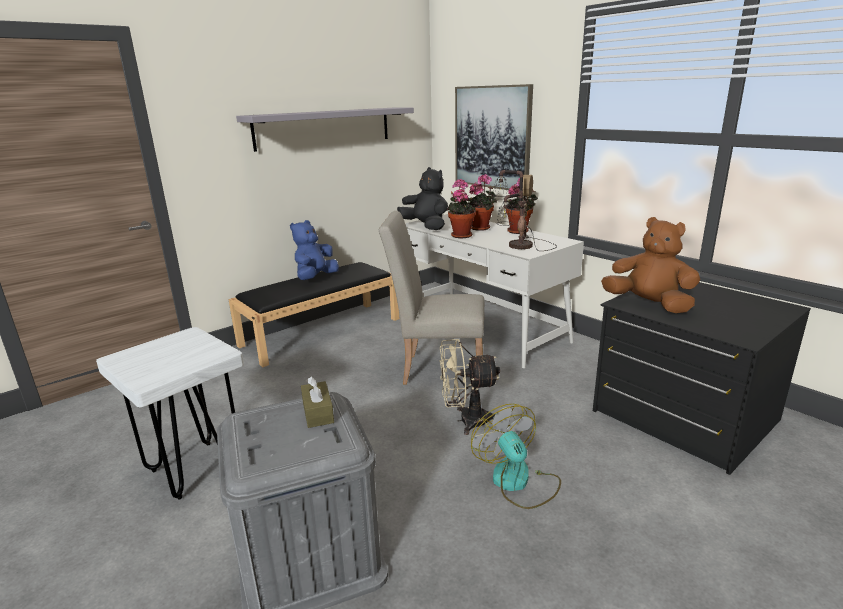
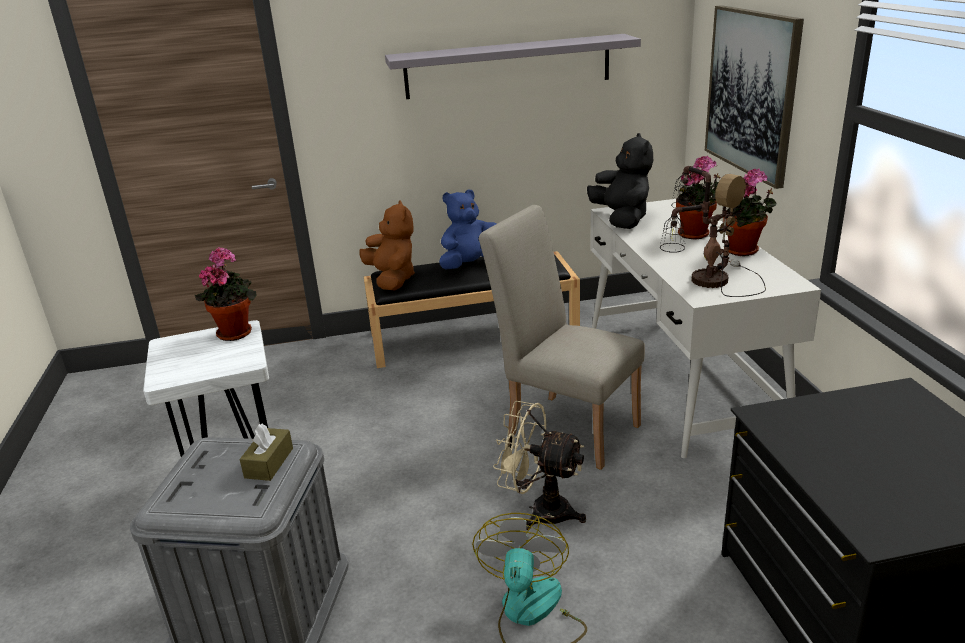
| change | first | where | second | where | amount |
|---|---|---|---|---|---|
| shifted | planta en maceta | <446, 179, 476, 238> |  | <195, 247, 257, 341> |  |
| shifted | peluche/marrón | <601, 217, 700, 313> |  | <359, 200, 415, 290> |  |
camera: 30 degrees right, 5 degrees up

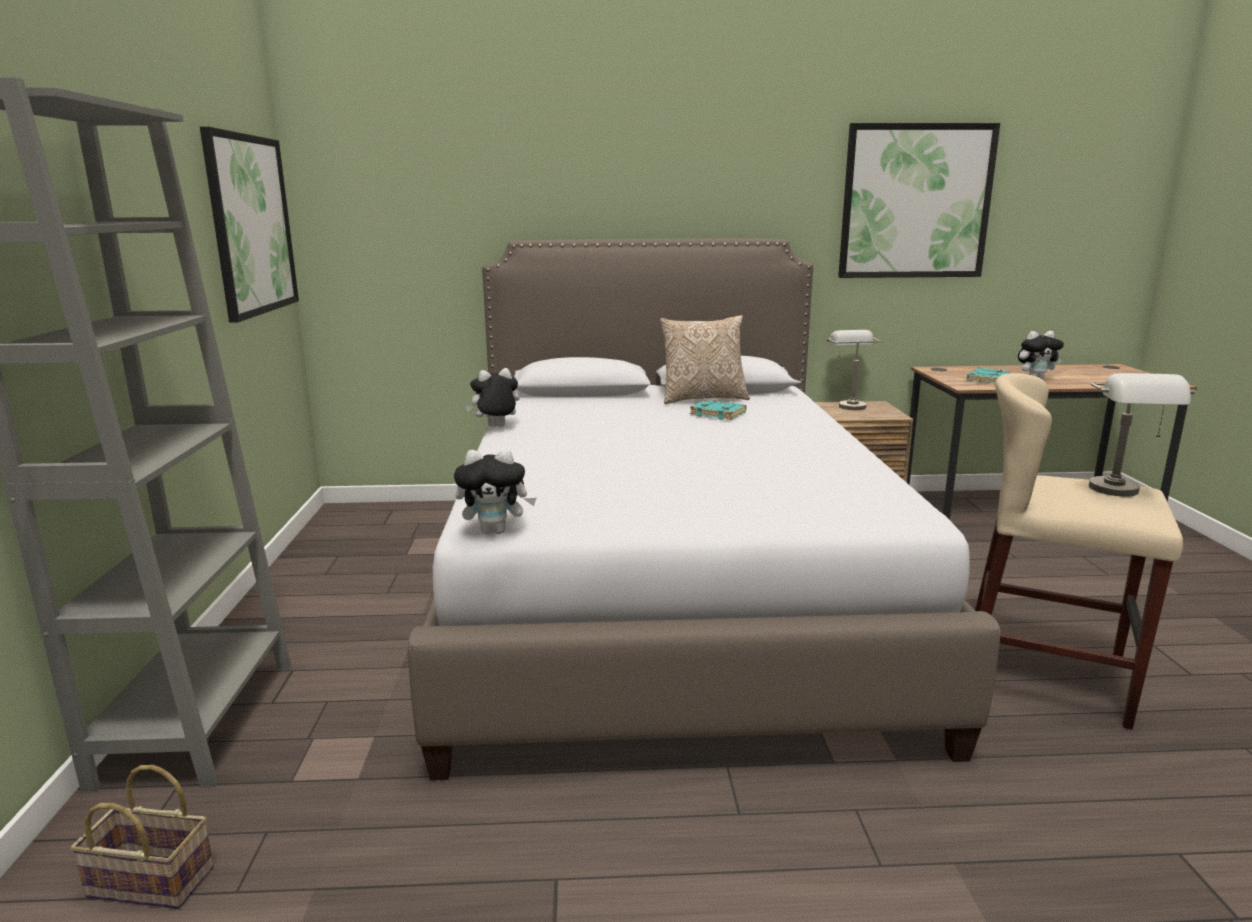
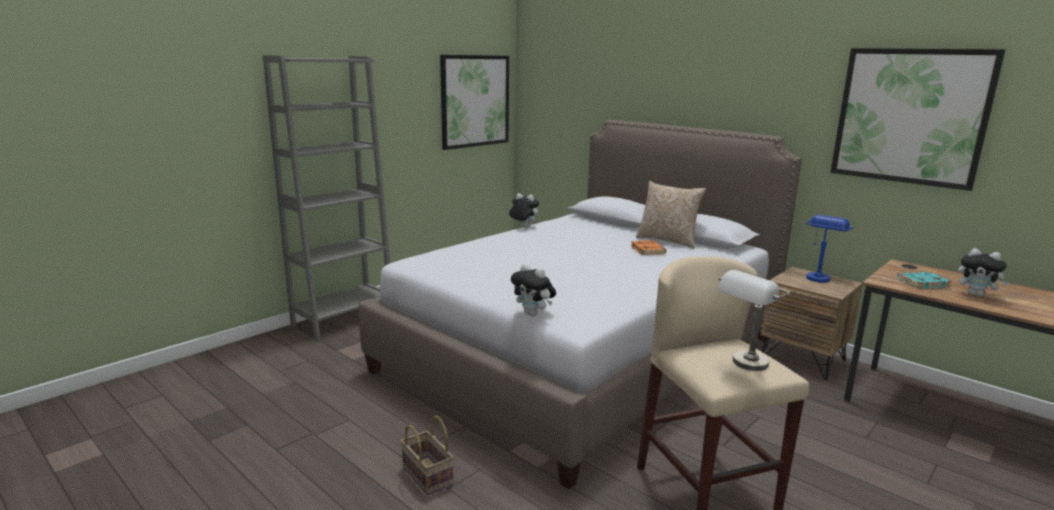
| change | first | where | second | where | amount |
|---|---|---|---|---|---|
| shifted | cesta | <70, 765, 214, 909> |  | <401, 416, 454, 495> |  |
| shifted | peluche | <454, 449, 536, 534> |  | <511, 264, 556, 316> |  |
| repainted | libro/turquesa | <690, 400, 746, 420> | libro/naranja | <631, 240, 666, 255> |  |
| repainted | lámpara de mesa/gris | <827, 330, 881, 410> | lámpara de mesa/azul | <806, 215, 853, 283> |  |
camera: 45 degrees right, 0 degrees up

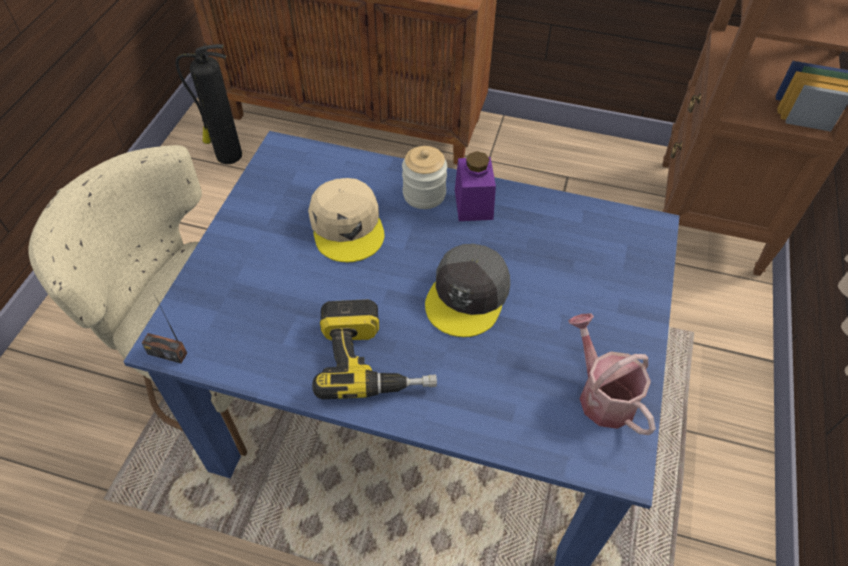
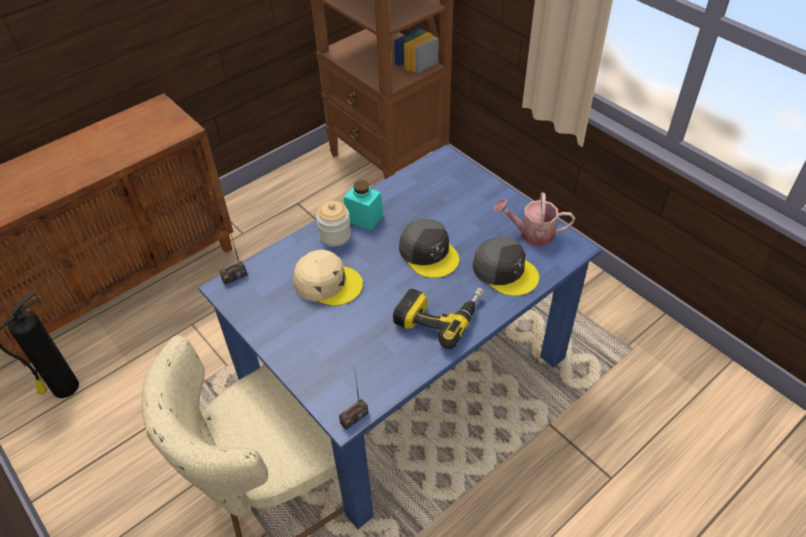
| change | first | where | second | where | amount |
|---|---|---|---|---|---|
| repainted | tarro/morado | <455, 151, 496, 221> | tarro/turquesa | <344, 180, 383, 231> |  |
| new |  |  | radio | <219, 225, 247, 285> |  |
| new |  |  | gorra/gris | <473, 237, 539, 296> |  |
camera: 55 degrees left, 5 degrees down

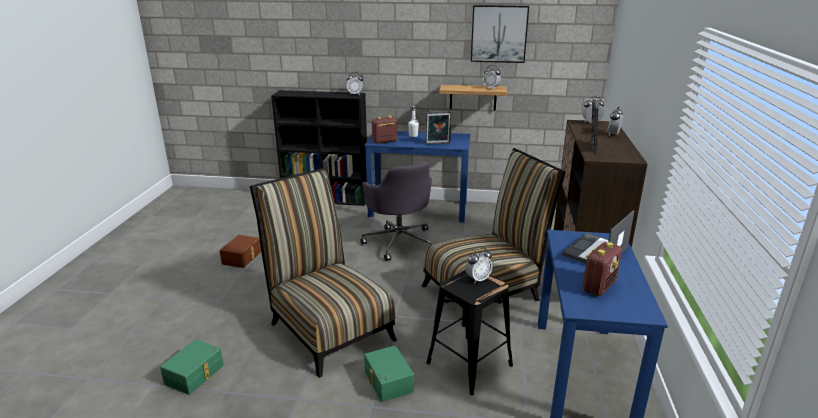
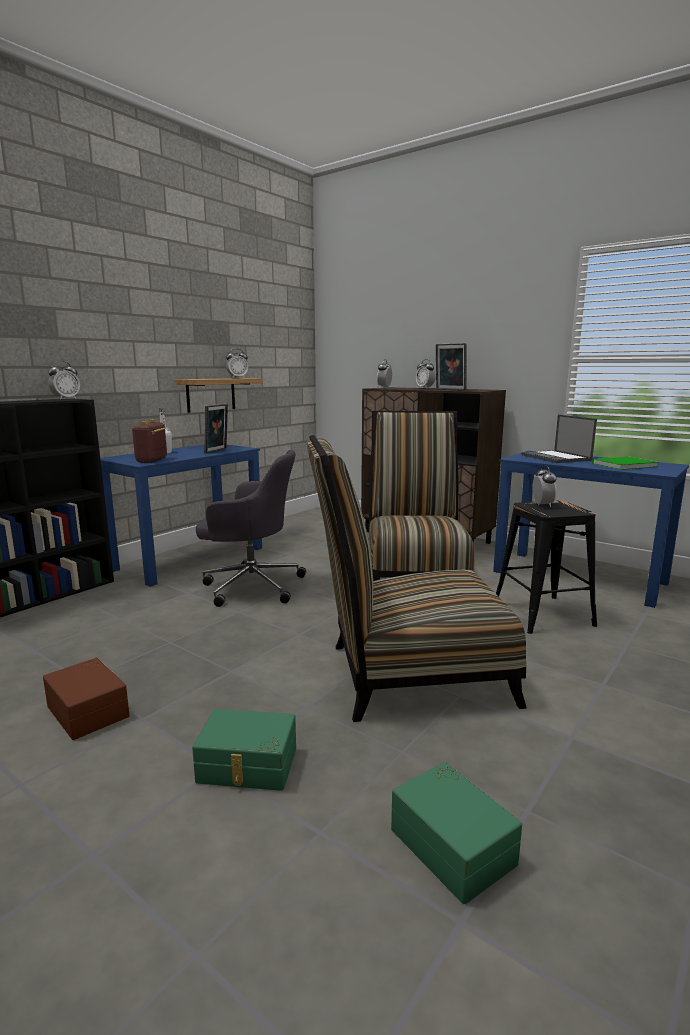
| change | first | where | second | where | amount |
|---|---|---|---|---|---|
| shifted | caja de almacenaje/verde | <364, 345, 414, 402> |  | <192, 709, 296, 791> |  |
| gone | cuadro | <471, 5, 529, 63> |  |  |  |
| swapped | radio | <583, 242, 622, 296> | libro/verde | <592, 457, 659, 470> |  |
camera: 60 degrees left, 10 degrees down

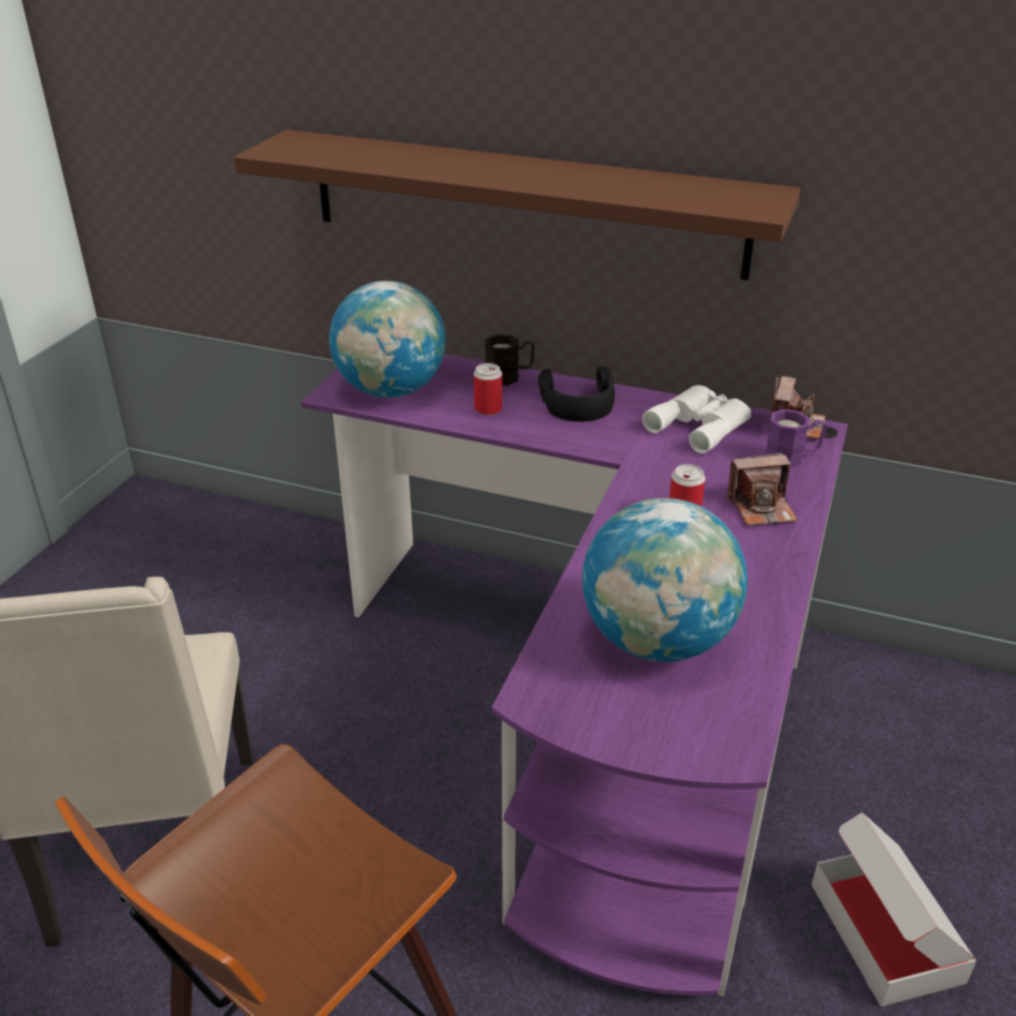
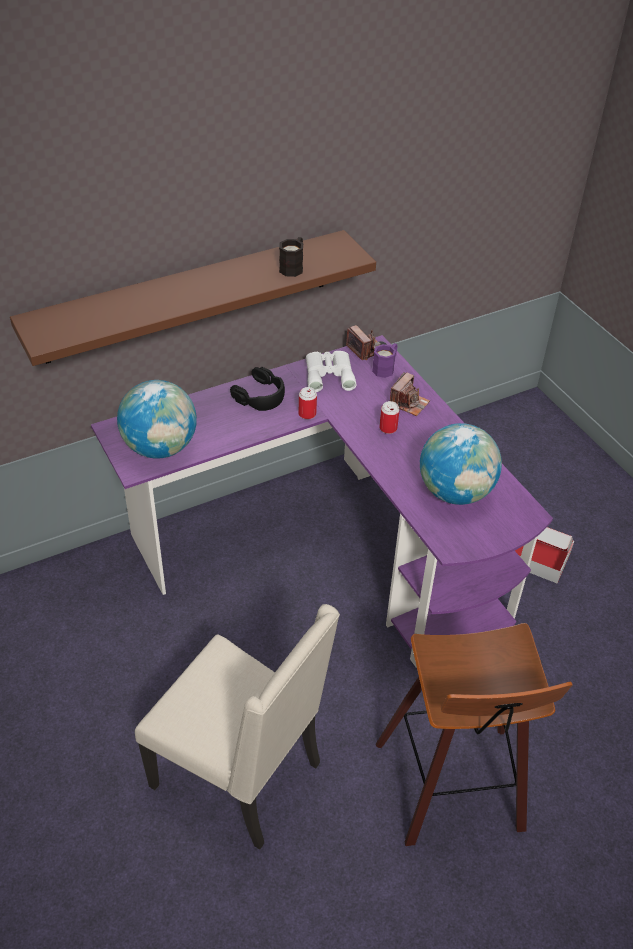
| change | first | where | second | where | amount |
|---|---|---|---|---|---|
| shifted | lata | <474, 363, 502, 415> |  | <299, 387, 317, 419> |  |
| shifted | taza grande/negro | <485, 335, 535, 386> |  | <279, 237, 303, 277> |  |
camera: 50 degrees left, 10 degrees up

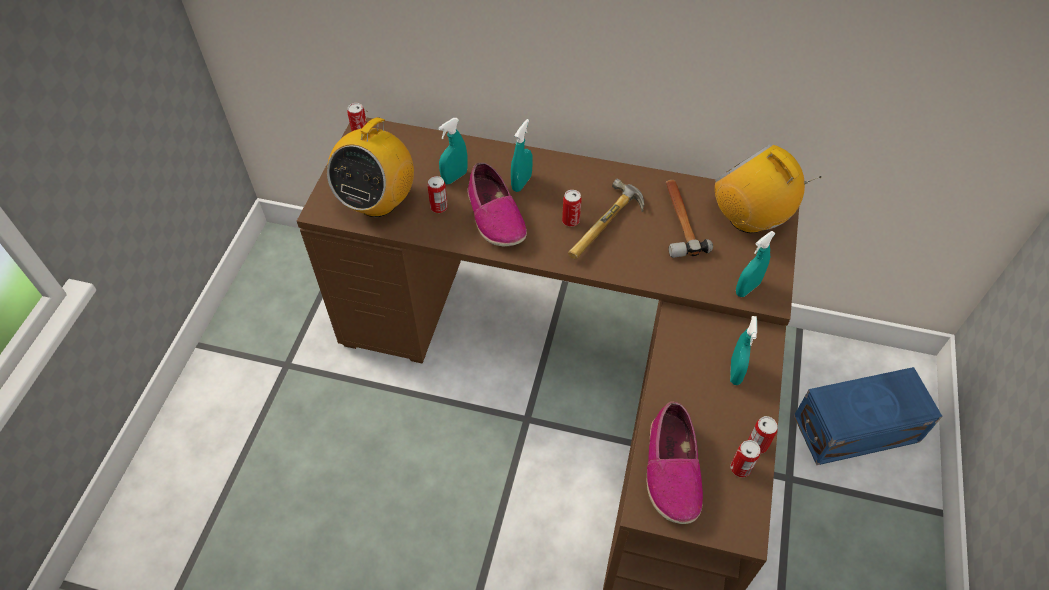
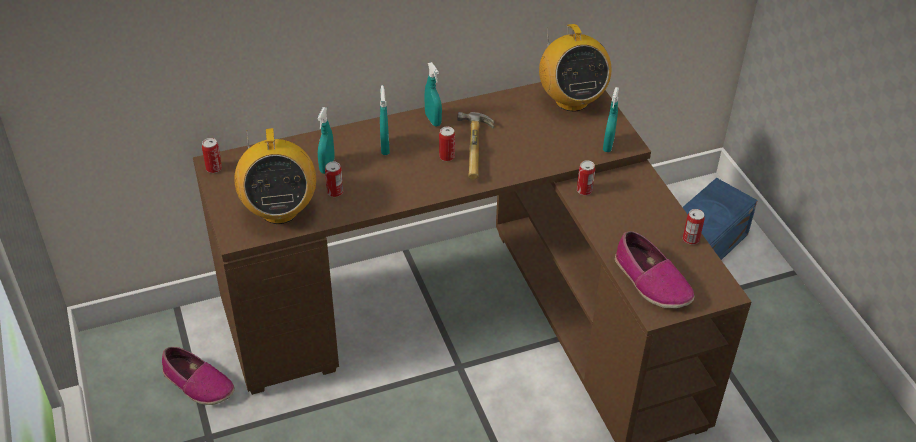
| change | first | where | second | where | amount |
|---|---|---|---|---|---|
| shifted | zapato | <467, 162, 527, 246> |  | <162, 347, 235, 405> |  |
| gone | martillo | <666, 180, 713, 258> |  |  |  |
| rotated | radio | <715, 143, 821, 233> |  | <539, 24, 612, 112> | 120 degrees counterclockwise |
| shifted | pulverizador/turquesa | <730, 316, 757, 385> |  | <425, 62, 442, 126> |  |
| shifted | lata | <730, 440, 760, 477> |  | <577, 160, 595, 195> |  |
camera: 35 degrees left, 10 degrees down

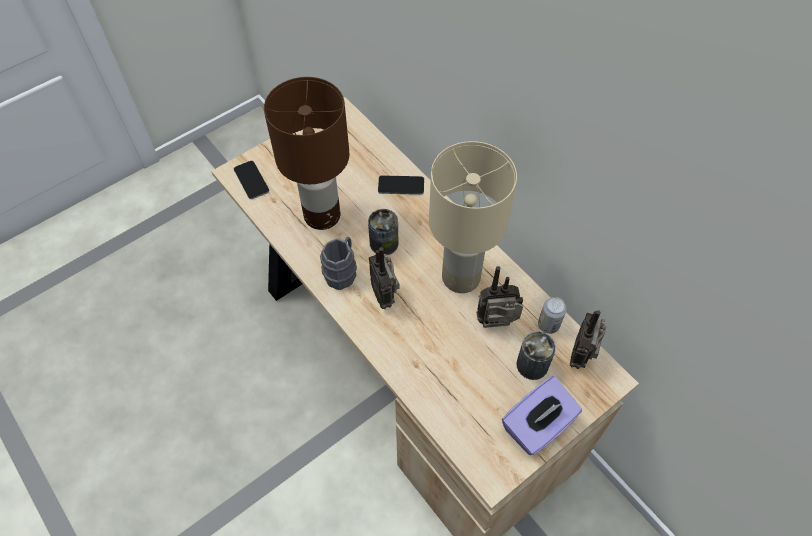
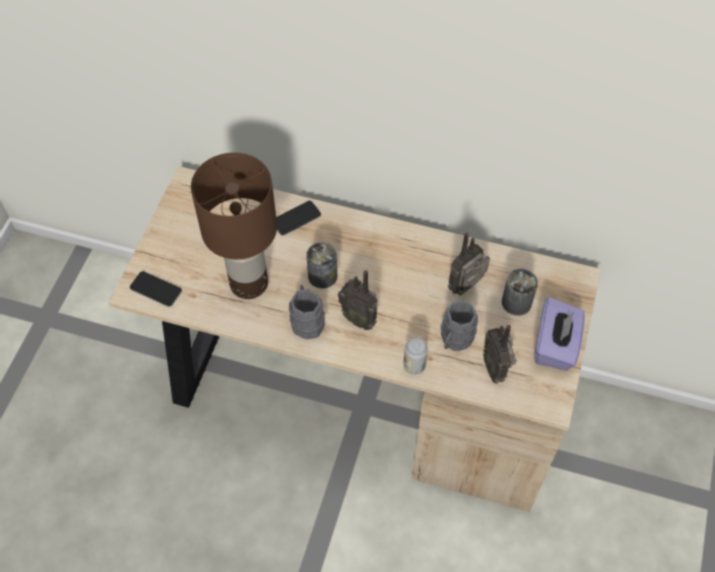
| change | first | where | second | where | amount |
|---|---|---|---|---|---|
| gone | lámpara de mesa/beis | <429, 141, 517, 293> |  |  |  |
| shifted | lata | <538, 297, 566, 334> |  | <403, 338, 428, 375> |  |
| shifted | radio | <570, 310, 606, 369> |  | <483, 325, 517, 384> |  |
| new |  |  | taza grande/gris | <441, 300, 478, 351> |  |
camera: 35 degrees left, 0 degrees up

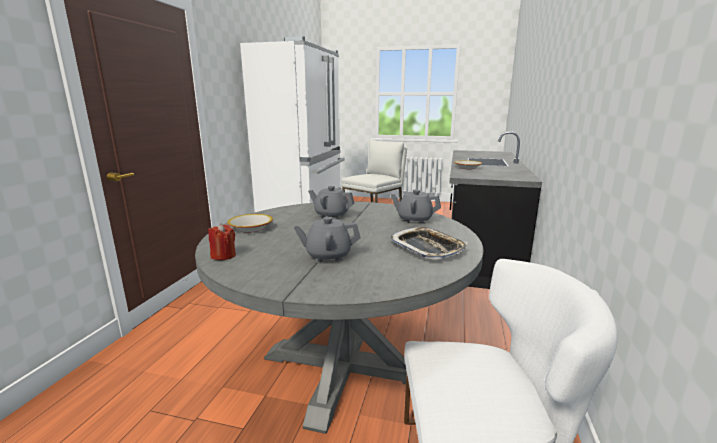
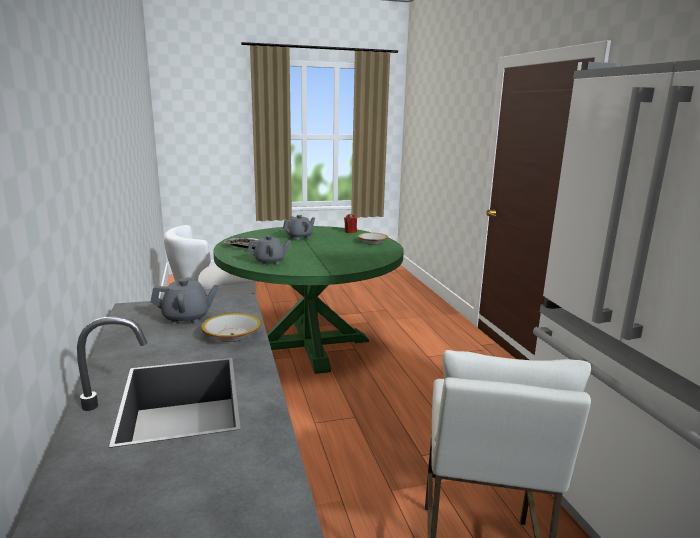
| change | first | where | second | where | amount |
|---|---|---|---|---|---|
| repainted | mesa de comedor/gris | <195, 201, 483, 434> | mesa de comedor/verde | <213, 226, 404, 374> |  |
| shifted | tetera/gris | <308, 186, 355, 219> |  | <151, 277, 219, 325> |  |
camera: 150 degrees right, 0 degrees up

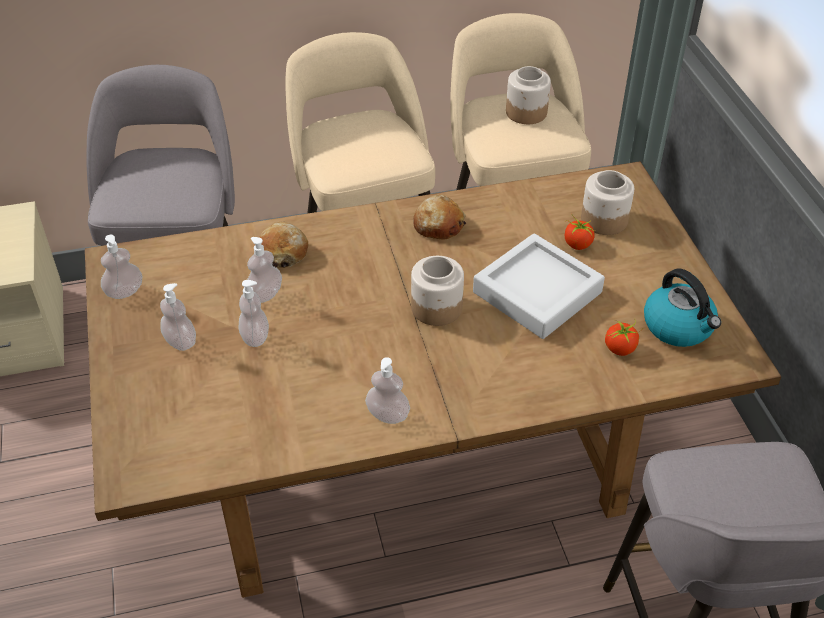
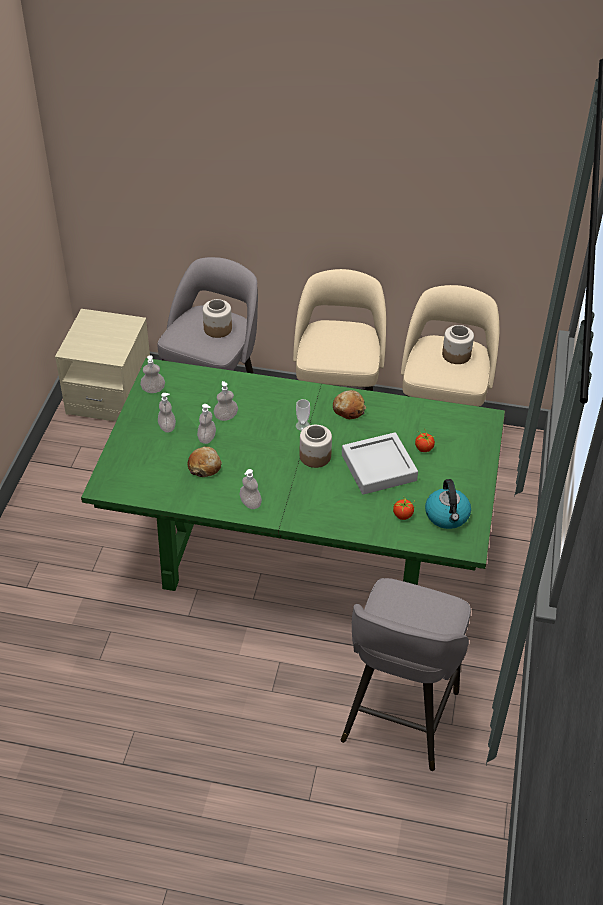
| change | first | where | second | where | amount |
|---|---|---|---|---|---|
| repainted | mesa de comedor/marrón | <85, 161, 781, 598> | mesa de comedor/verde | <81, 358, 505, 591> |  |
| shifted | pan | <259, 222, 308, 268> |  | <187, 446, 222, 477> |  |
| shifted | tarro | <581, 170, 634, 235> |  | <203, 299, 232, 338> |  |
| new |  |  | taza | <296, 399, 310, 431> |  |
camera: 25 degrees right, 0 degrees up

